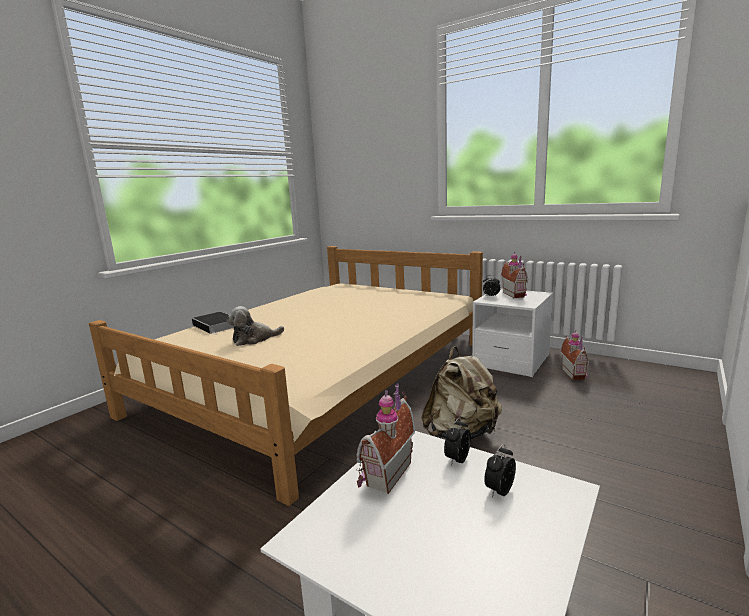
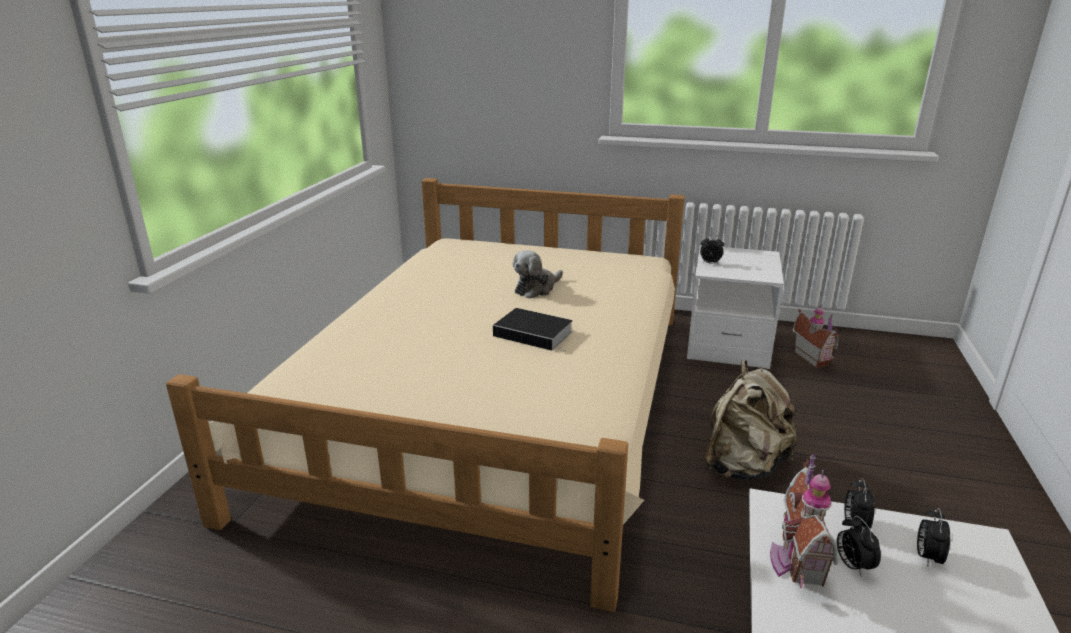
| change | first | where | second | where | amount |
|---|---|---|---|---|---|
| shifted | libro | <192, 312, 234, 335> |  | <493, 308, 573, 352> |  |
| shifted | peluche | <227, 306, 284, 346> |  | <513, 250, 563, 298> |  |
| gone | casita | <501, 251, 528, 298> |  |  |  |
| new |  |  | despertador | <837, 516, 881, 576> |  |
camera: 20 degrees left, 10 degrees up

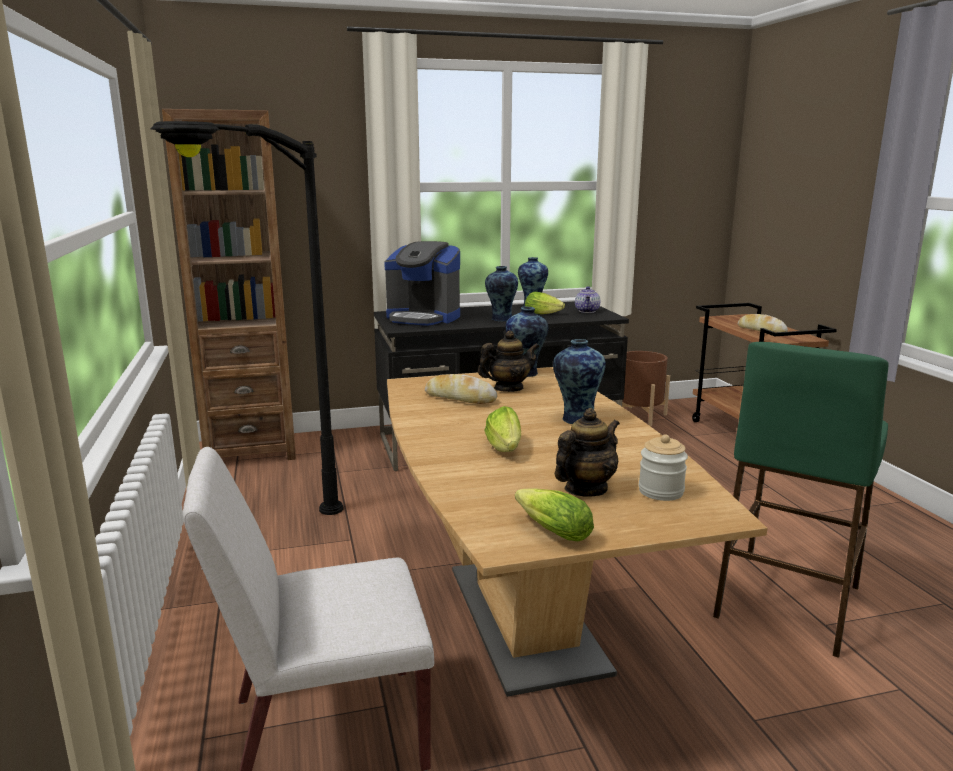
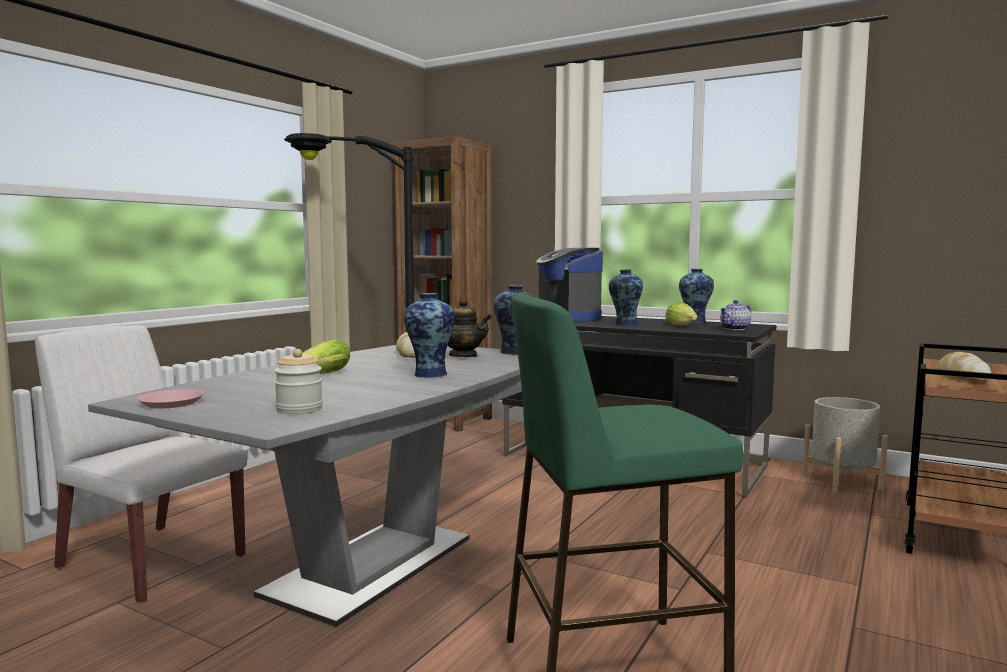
| change | first | where | second | where | amount |
|---|---|---|---|---|---|
| repainted | mesa de comedor/marrón | <387, 367, 767, 697> | mesa de comedor/gris | <88, 345, 522, 627> |  |
| swapped | lechuga | <515, 488, 594, 541> | plato/rosa | <137, 389, 204, 409> |  |
| gone | tetera | <555, 408, 620, 497> |  |  |  |
| repainted | maceta/marrón | <613, 351, 670, 426> | maceta/gris | <802, 397, 888, 493> |  |
camera: 45 degrees right, 10 degrees down

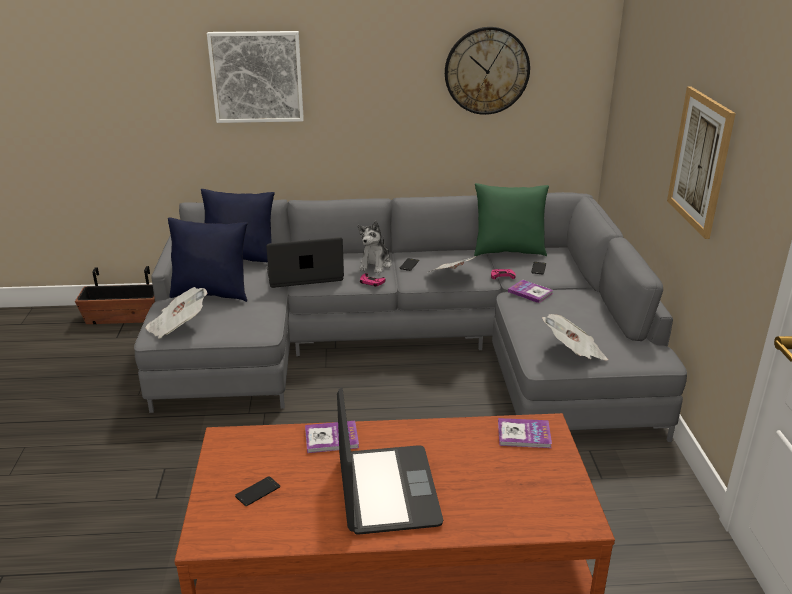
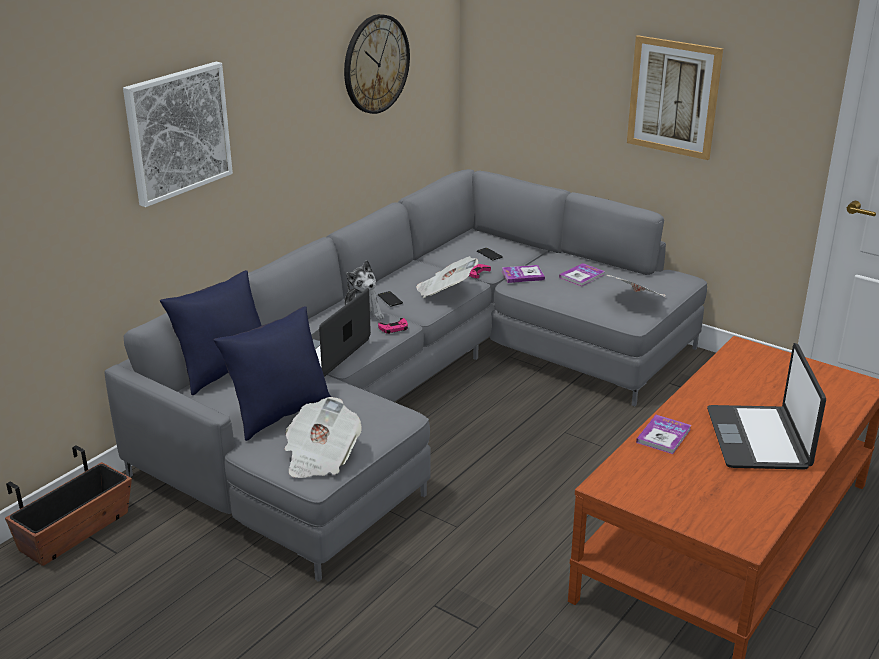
| change | first | where | second | where | amount |
|---|---|---|---|---|---|
| gone | móvil | <235, 476, 280, 506> |  |  |  |
| rotated | portátil | <337, 388, 443, 535> |  | <707, 343, 826, 470> | 120 degrees counterclockwise |
| gone | cojín/verde | <474, 183, 549, 257> |  |  |  |
| shifted | libro | <498, 418, 552, 448> |  | <559, 263, 605, 287> |  |
camera: 50 degrees left, 0 degrees up

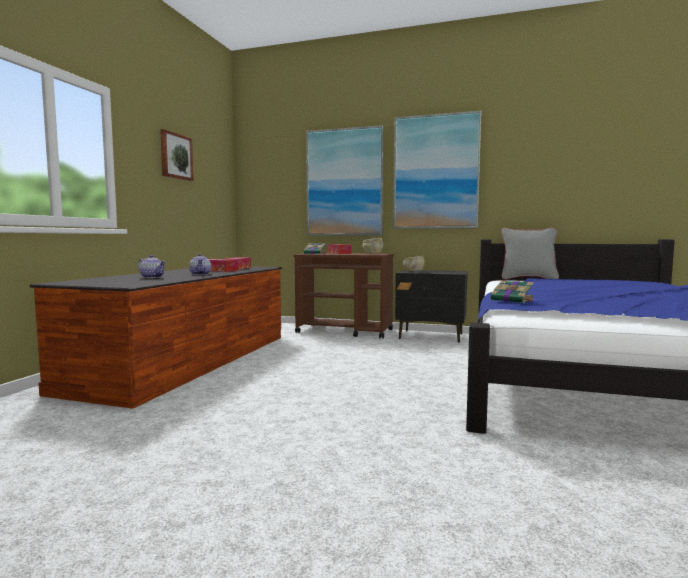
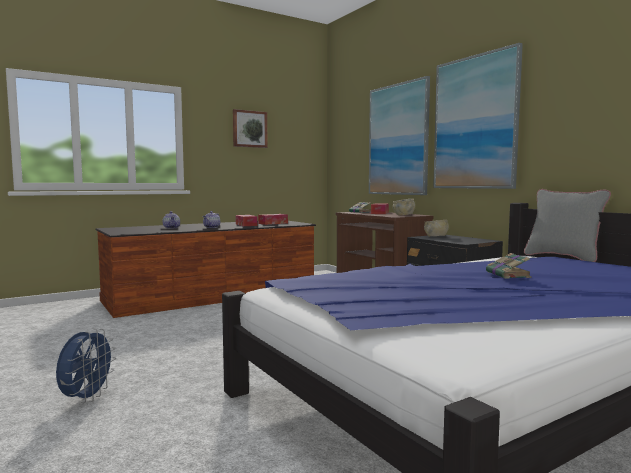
| change | first | where | second | where | amount |
|---|---|---|---|---|---|
| shifted | libro | <491, 280, 534, 303> |  | <486, 253, 532, 279> |  |
| new |  |  | ventilador/azul | <56, 328, 116, 403> |  |
camera: 40 degrees right, 0 degrees up

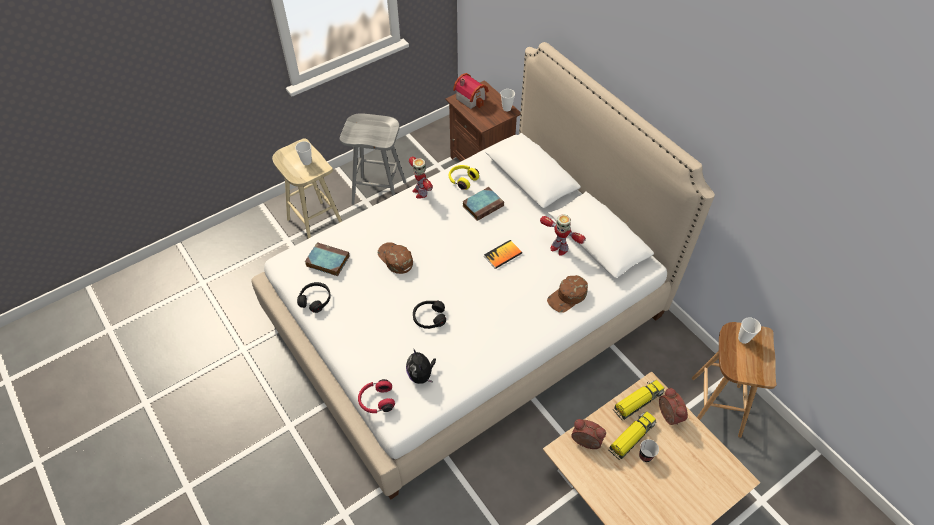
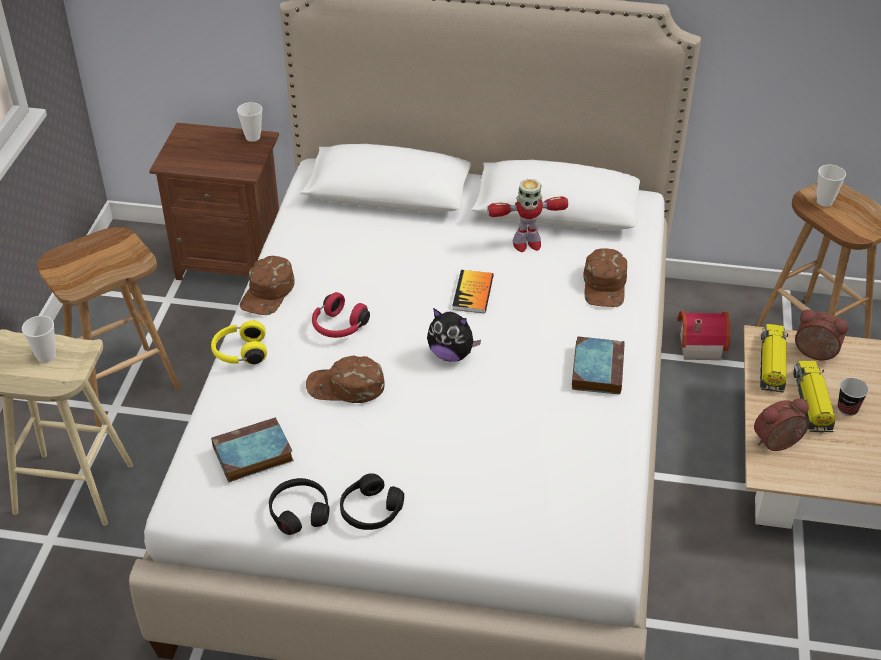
| change | first | where | second | where | amount |
|---|---|---|---|---|---|
| repainted | taburete/gris | <340, 113, 406, 205> | taburete/marrón | <37, 227, 180, 426> |  |
| shifted | auriculares/rojo | <358, 379, 395, 413> |  | <312, 292, 370, 338> |  |
| shifted | peluche | <406, 348, 436, 384> |  | <427, 308, 481, 362> |  |
| swapped | robot de juguete | <409, 157, 433, 199> | gorra/marrón | <240, 256, 294, 315> |  |
| shifted | auriculares/negro | <413, 301, 446, 329> |  | <340, 473, 404, 530> |  |
| shifted | auriculares/amarillo | <448, 165, 479, 190> |  | <211, 320, 267, 364> |  |
| shifted | casita | <453, 73, 489, 109> |  | <678, 311, 730, 360> |  |
| shifted | libro | <462, 187, 504, 221> |  | <572, 337, 625, 395> |  |
camera: 45 degrees left, 10 degrees down

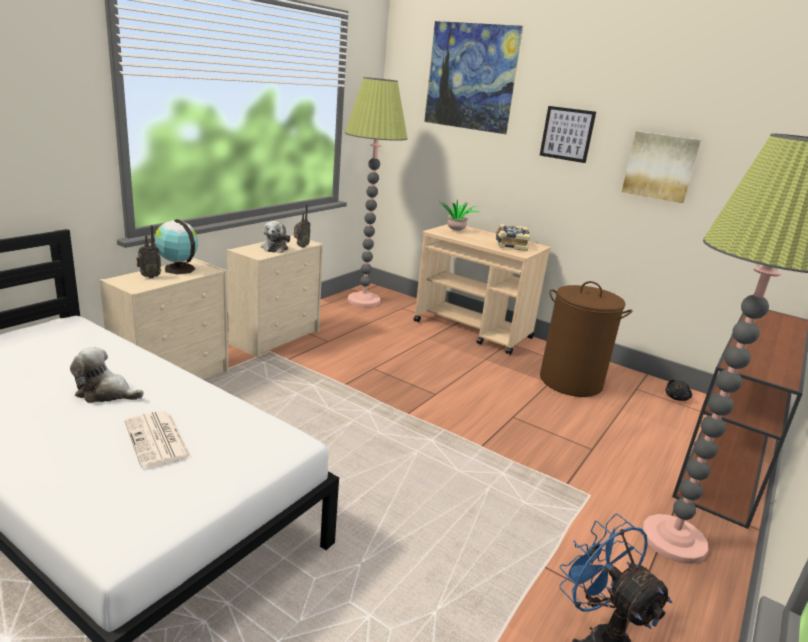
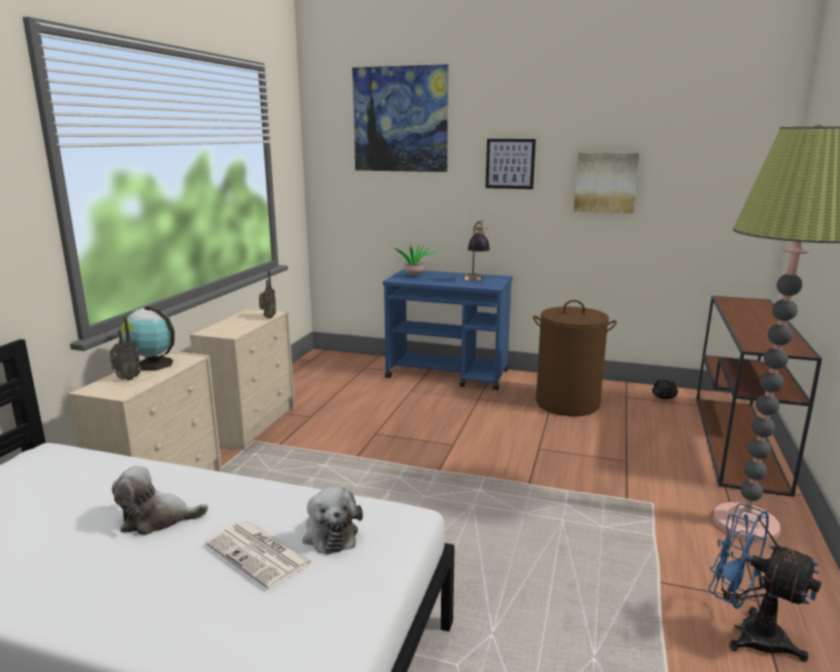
| change | first | where | second | where | amount |
|---|---|---|---|---|---|
| shifted | peluche | <261, 221, 290, 253> |  | <302, 487, 363, 555> |  |
| gone | lámpara de pie | <345, 77, 408, 307> |  |  |  |
| repainted | carrito/beis | <413, 224, 551, 355> | carrito/azul | <383, 269, 512, 391> |  |
| swapped | libro | <496, 224, 530, 251> | lámpara de mesa | <463, 219, 490, 281> |  |
camera: 15 degrees left, 5 degrees down

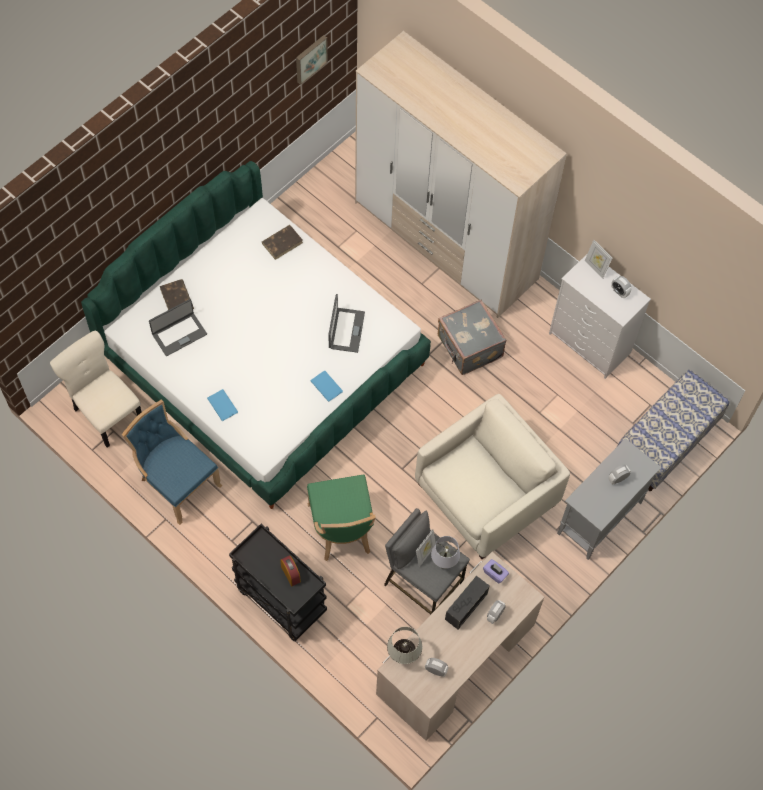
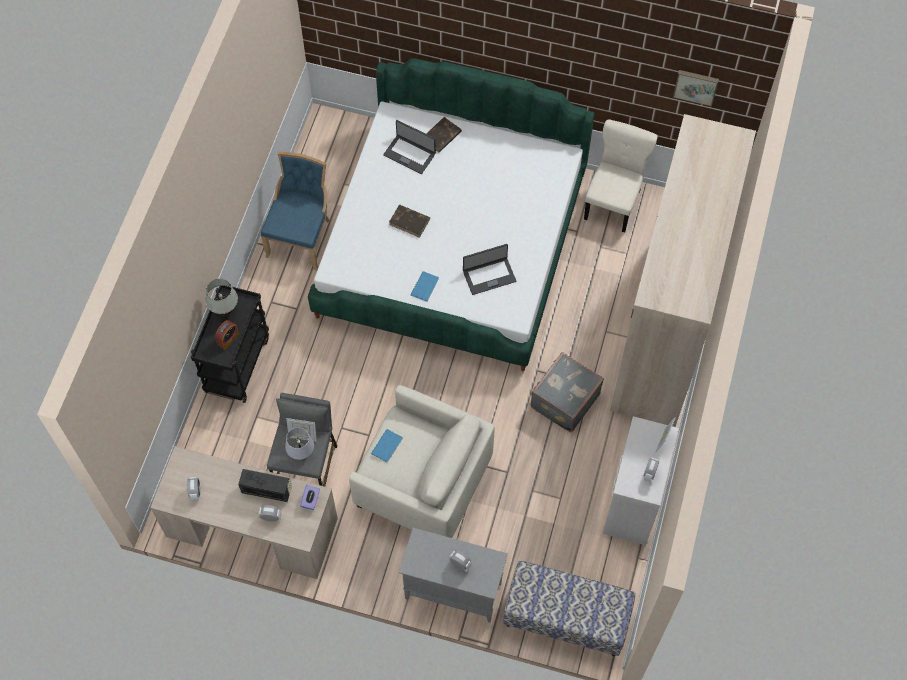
| change | first | where | second | where | amount |
|---|---|---|---|---|---|
| shifted | silla/beis | <50, 331, 142, 448> |  | <584, 119, 657, 233> |  |
| shifted | libro/azul | <207, 389, 238, 421> |  | <371, 429, 403, 462> |  |
| shifted | libro/marrón | <262, 225, 303, 260> |  | <389, 205, 430, 238> |  |
| gone | silla/verde | <307, 474, 376, 561> |  |  |  |
| shifted | lámpara de mesa/blanco | <387, 627, 422, 664> |  | <206, 278, 238, 316> |  |
camera: 65 degrees right, 0 degrees up

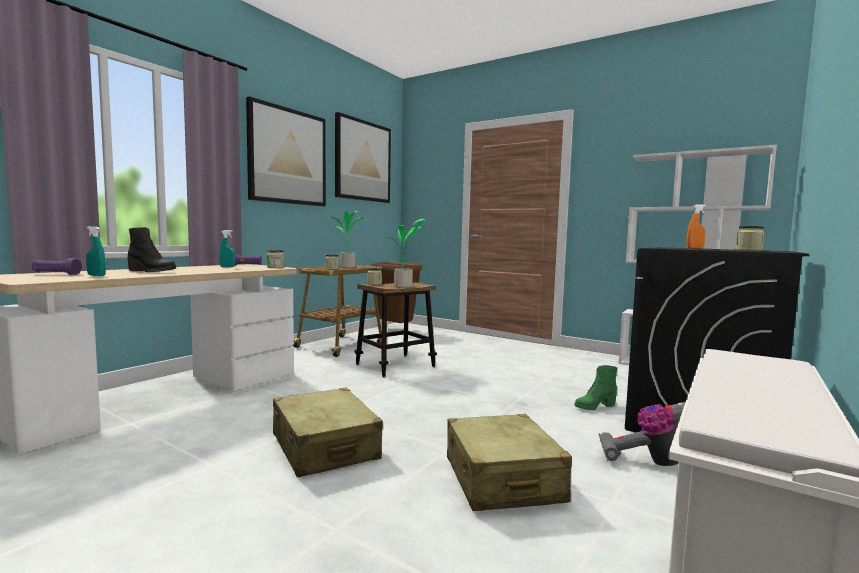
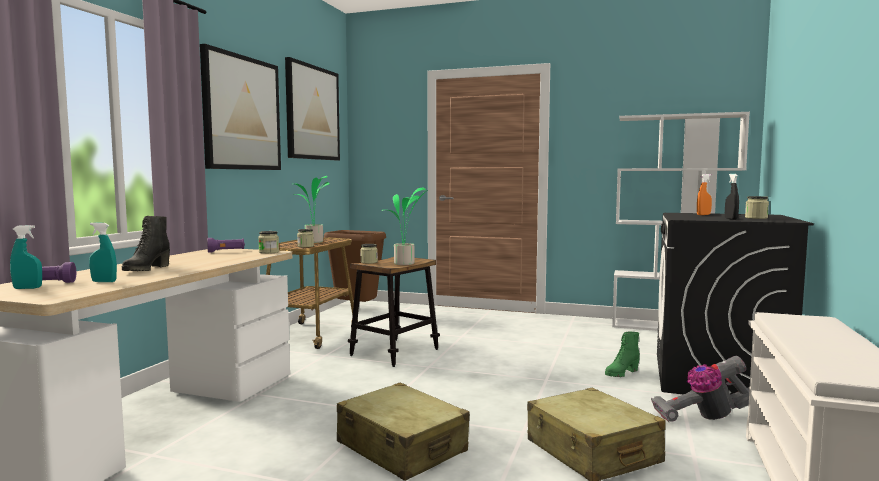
| change | first | where | second | where | amount |
|---|---|---|---|---|---|
| rotated | bota/negro | <128, 227, 176, 272> |  | <122, 216, 170, 271> | 105 degrees clockwise |
| shifted | pulverizador/turquesa | <219, 230, 235, 267> |  | <10, 225, 42, 289> |  |
| new |  |  | pulverizador/negro | <725, 174, 739, 220> |  |
camera: 15 degrees left, 0 degrees up

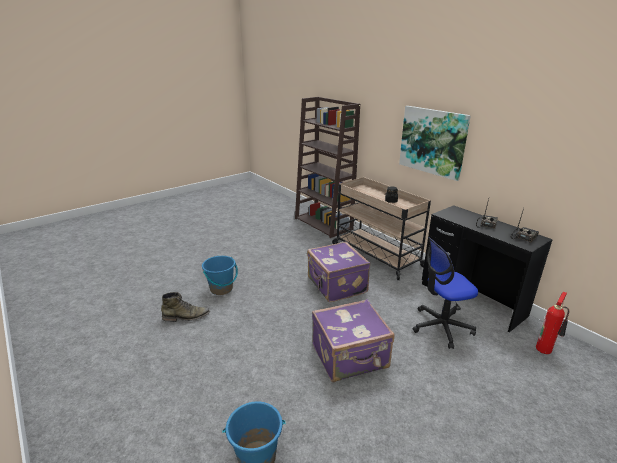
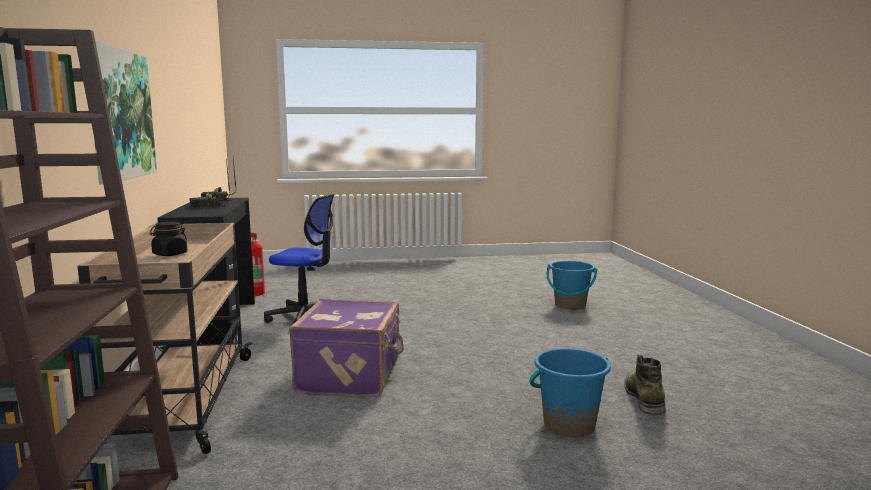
| change | first | where | second | where | amount |
|---|---|---|---|---|---|
| rotated | bota/verde | <161, 292, 210, 322> |  | <624, 355, 666, 415> | 75 degrees clockwise |
| gone | maleta/morado | <312, 299, 395, 382> |  |  |  |
camera: 150 degrees left, 15 degrees down

